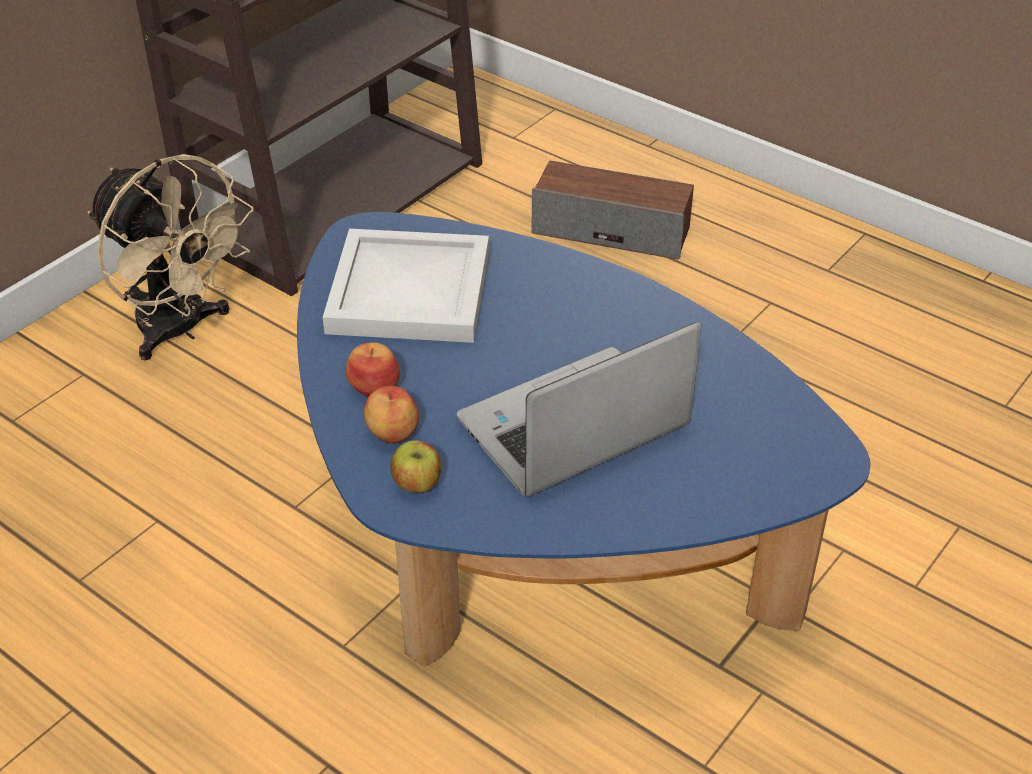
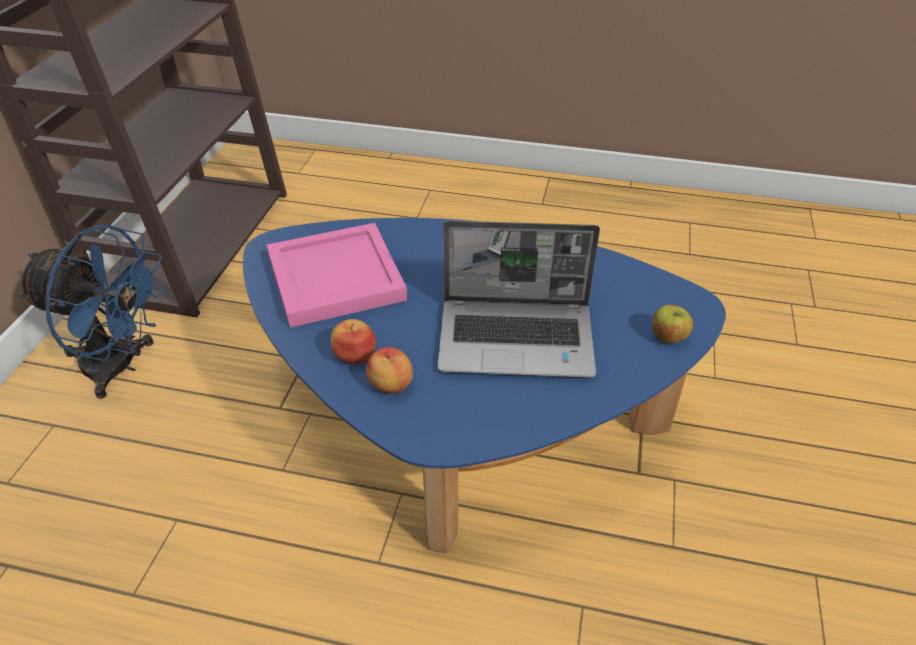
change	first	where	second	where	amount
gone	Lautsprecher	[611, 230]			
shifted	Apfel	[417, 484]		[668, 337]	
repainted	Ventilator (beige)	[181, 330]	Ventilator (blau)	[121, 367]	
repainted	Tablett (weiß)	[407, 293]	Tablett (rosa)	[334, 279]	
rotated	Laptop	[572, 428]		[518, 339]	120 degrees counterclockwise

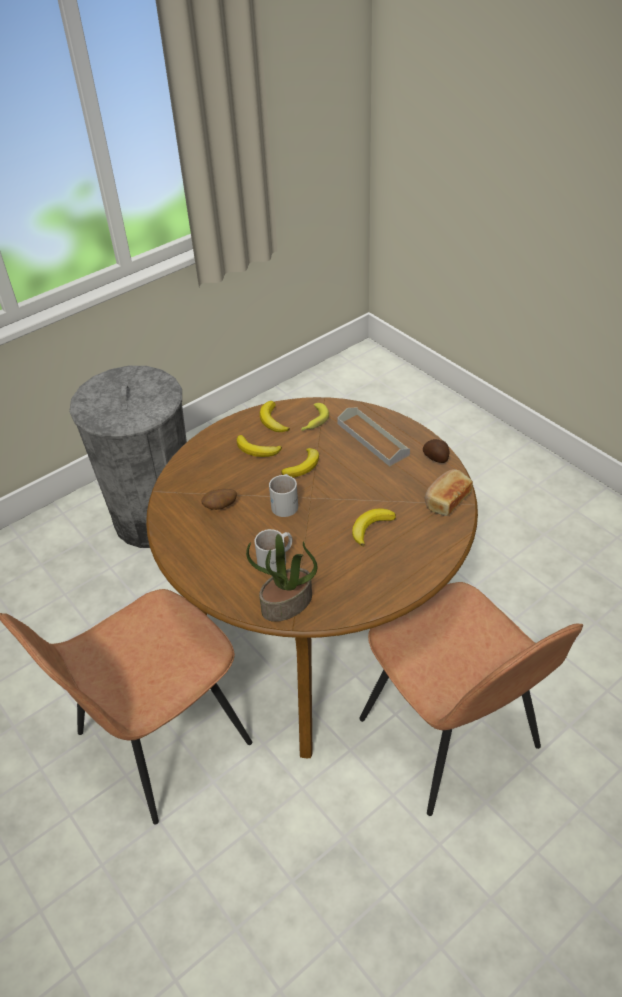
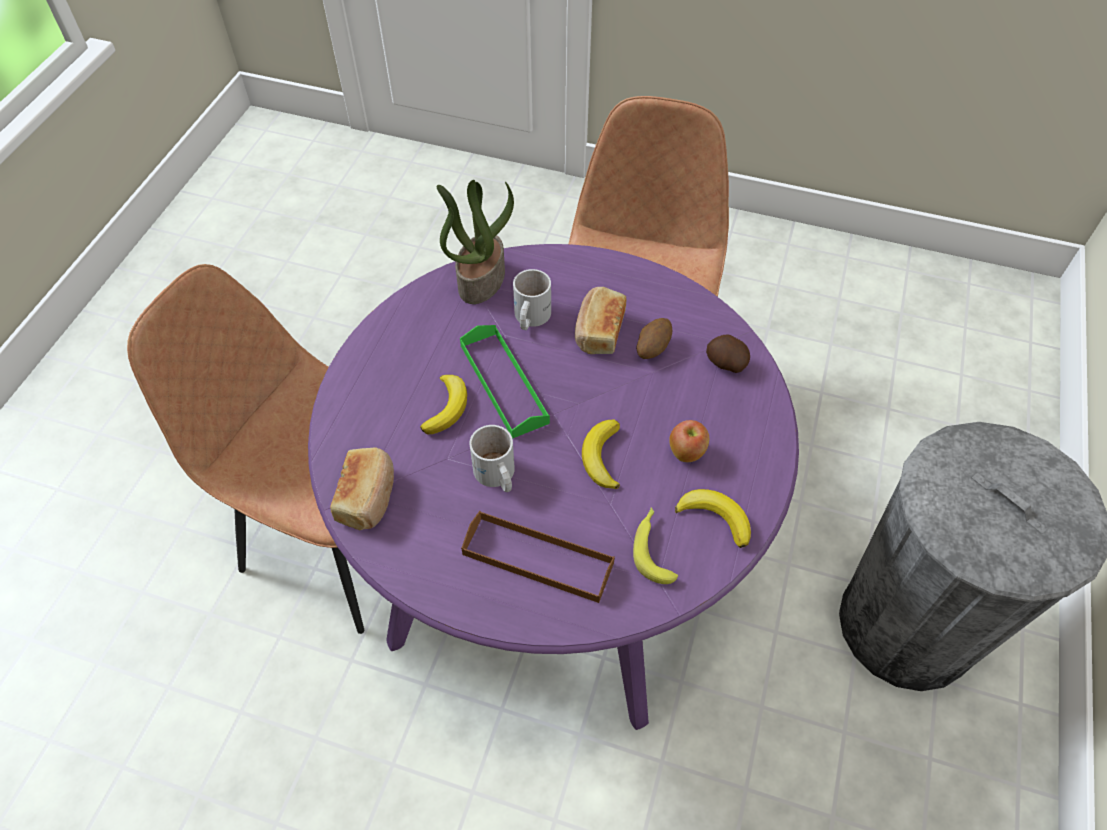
change	first	where	second	where	amount
new			Tablett (grün)	[503, 383]	
new			Brot	[598, 331]	
shifted	Henkelbecher (weiß)	[286, 503]		[495, 476]	
shifted	Kartoffel	[436, 458]		[725, 363]	
swapped	Banane	[257, 450]	Apfel	[687, 452]	
repainted	Esstisch (braun)	[318, 637]	Esstisch (lila)	[553, 568]	
repainted	Tablett (grau)	[372, 439]	Tablett (braun)	[538, 559]	

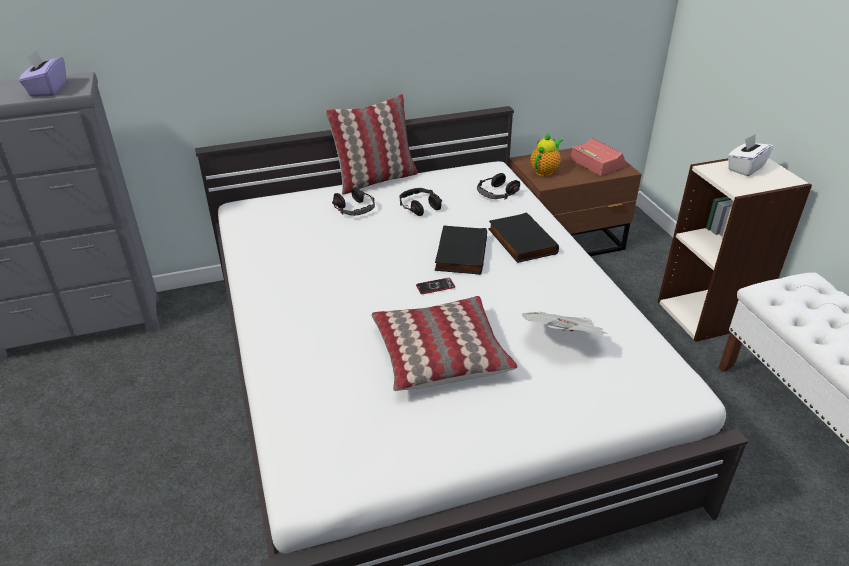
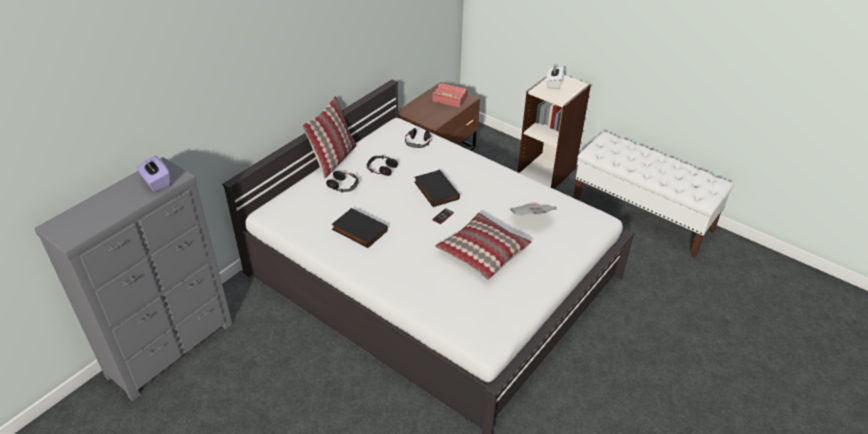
change	first	where	second	where	amount
gone	Teekanne	[545, 171]			
shifted	Buch (schwarz)	[520, 241]		[358, 230]	

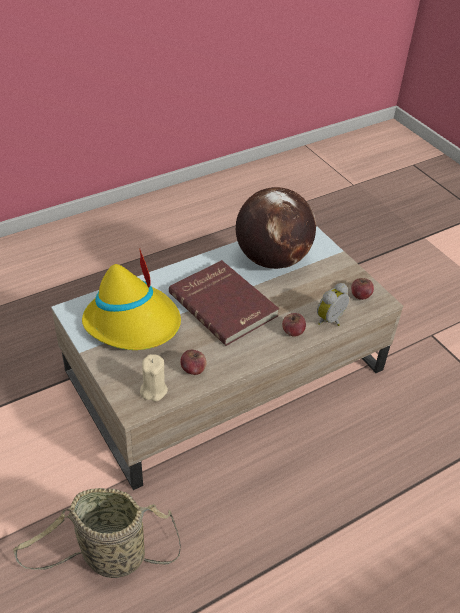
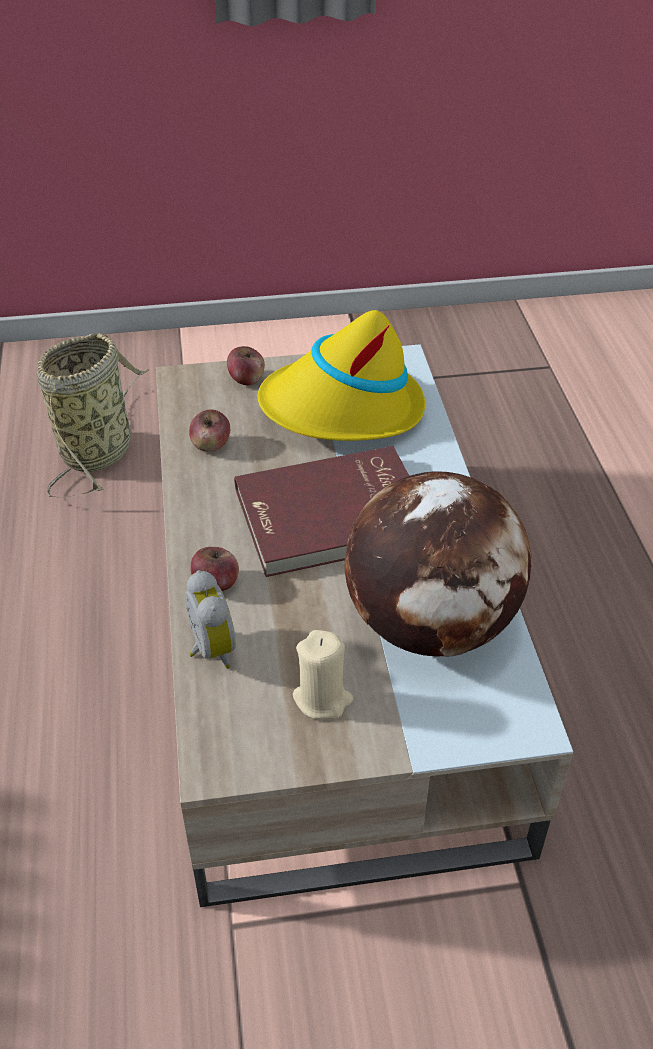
change	first	where	second	where	amount
shifted	Kerze (beige)	[153, 390]		[322, 699]	
shifted	Apfel	[360, 295]		[246, 379]	

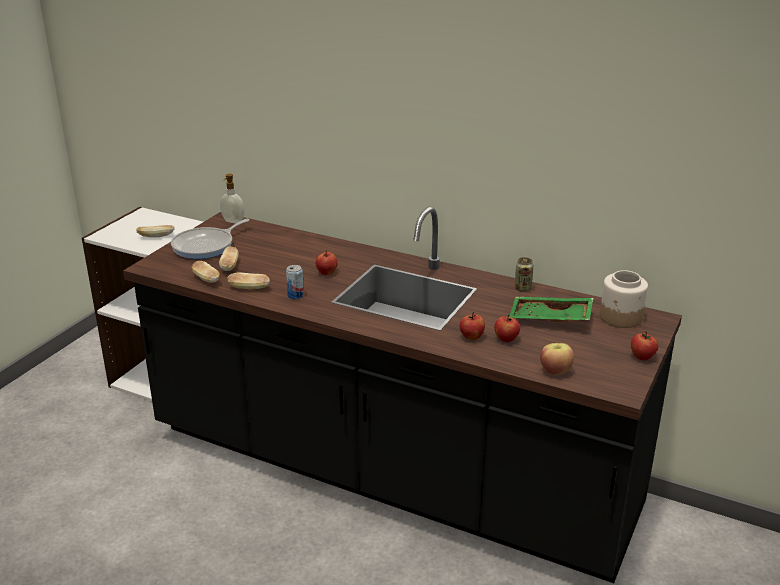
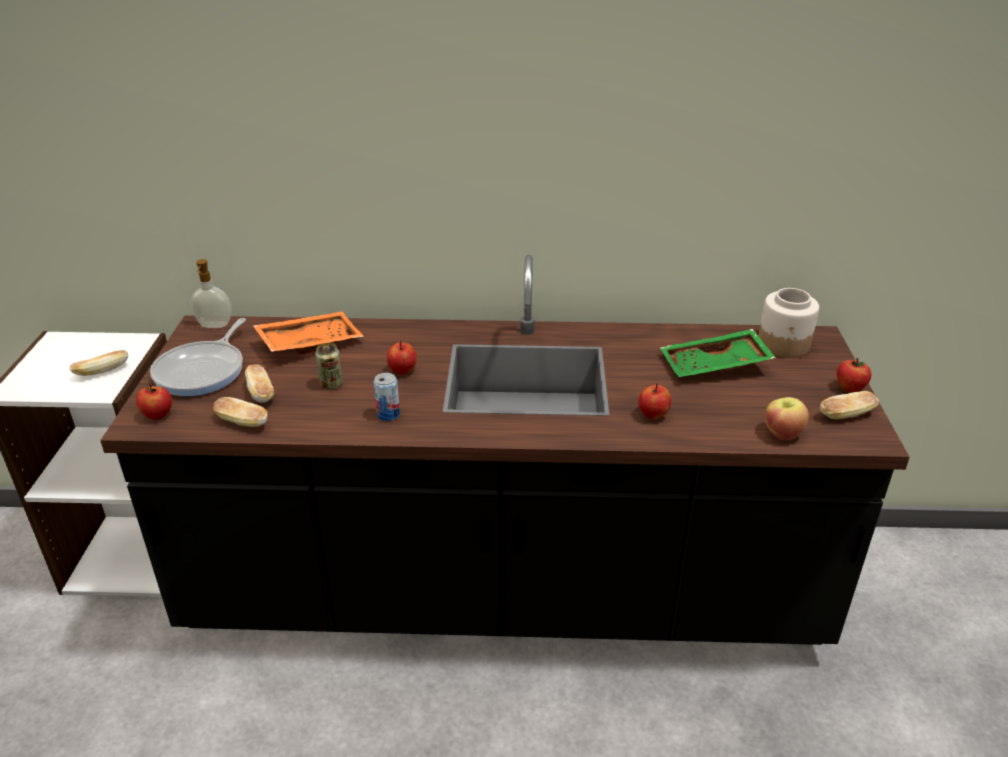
change	first	where	second	where	amount
new			Tablett (orange)	[309, 342]	
shifted	Brot	[249, 288]		[846, 415]	
shifted	Apfel	[506, 339]		[158, 415]	
shifted	Dose	[522, 288]		[331, 384]	

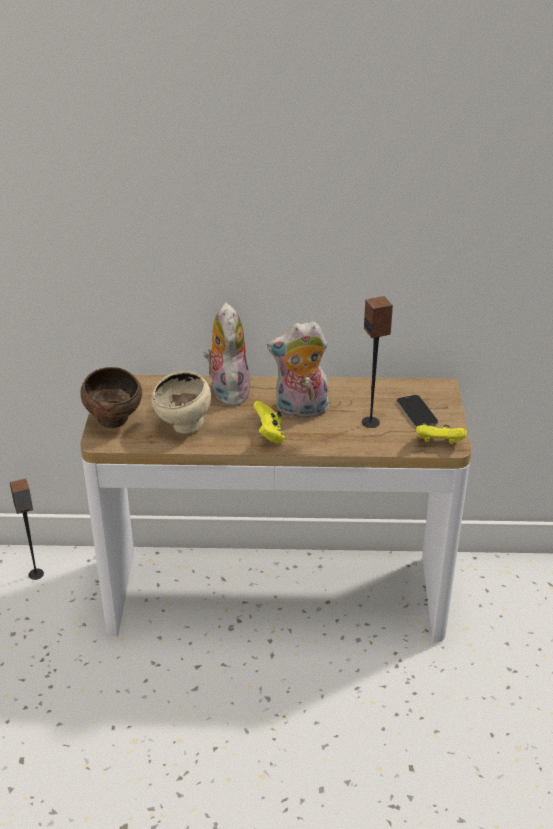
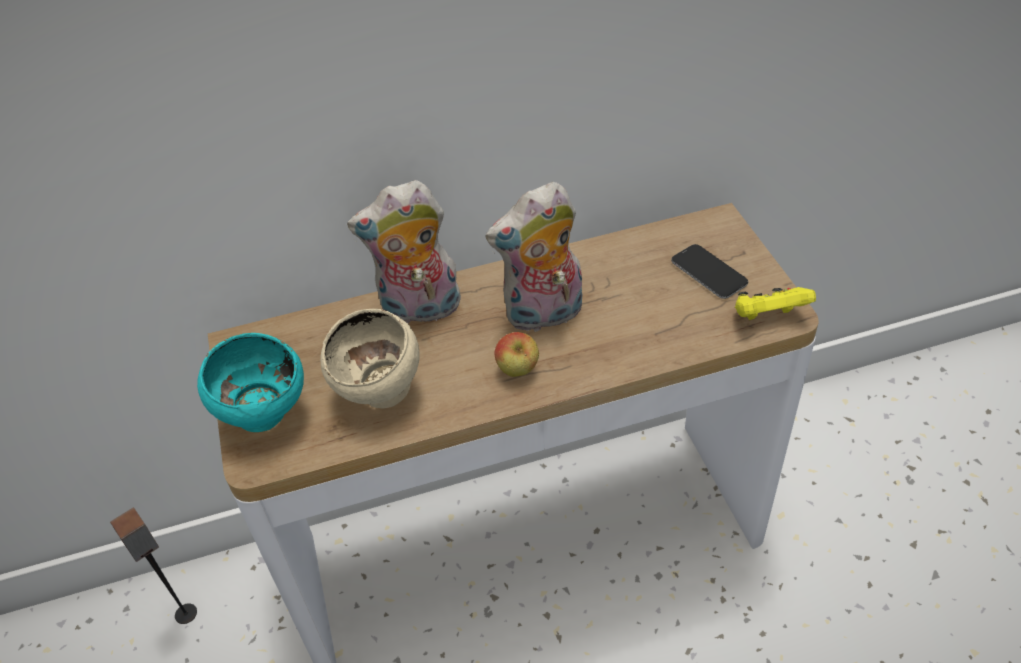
change	first	where	second	where	amount
gone	Lautsprecher	[371, 422]			
swapped	Gamepad (gelb)	[269, 434]	Apfel	[518, 371]	
repainted	Schüssel (braun)	[115, 421]	Schüssel (türkis)	[267, 416]	
rotated	Plüschtier	[227, 391]		[419, 310]	75 degrees counterclockwise

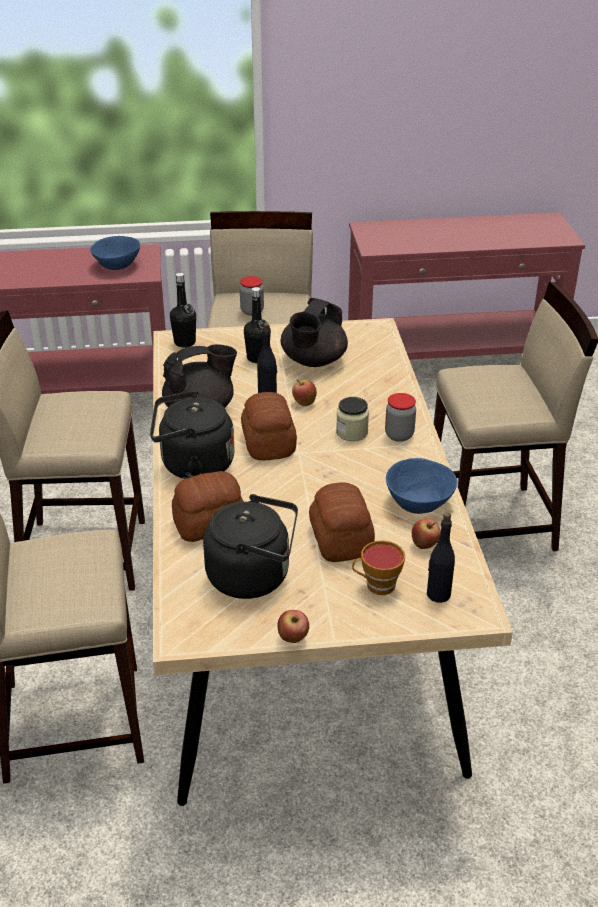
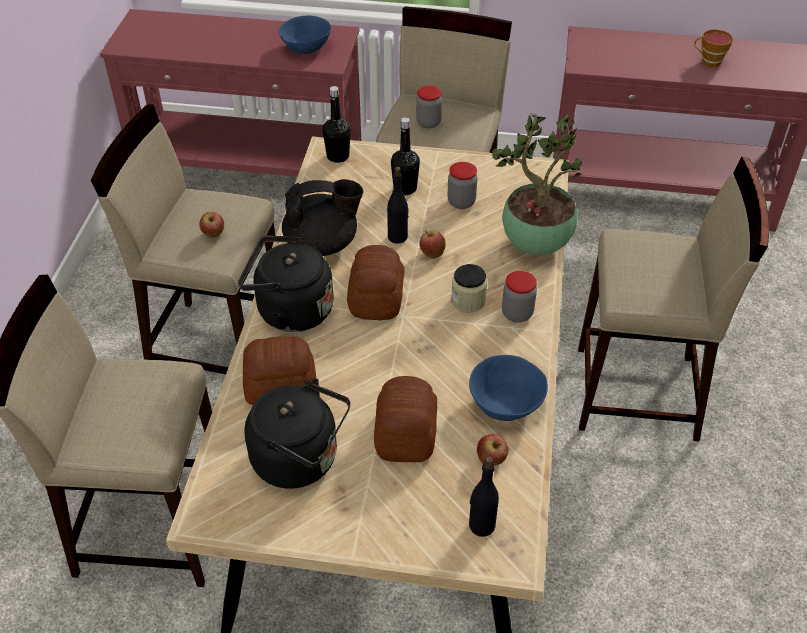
change	first	where	second	where	amount
new			Topfpflanze	[534, 246]	
shifted	Apfel	[293, 638]		[213, 234]	
shifted	Tasse	[377, 586]		[708, 62]	
swapped	Teekanne (schwarz)	[313, 361]	Vorratsglas	[461, 202]	

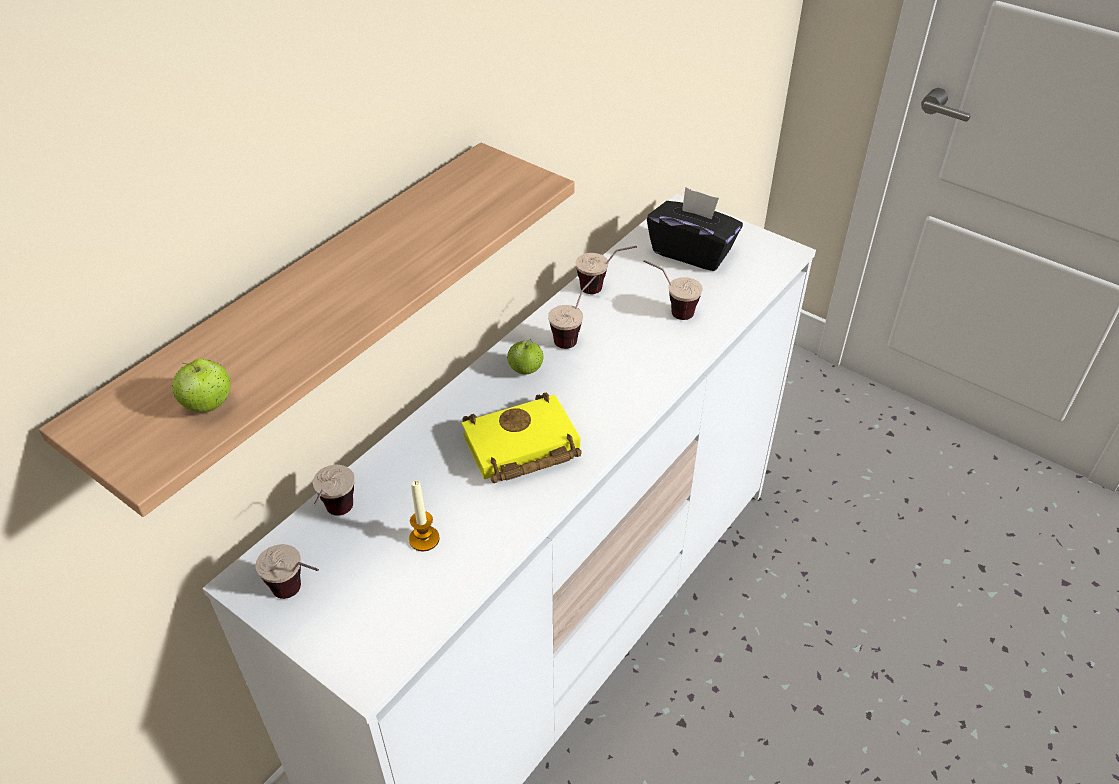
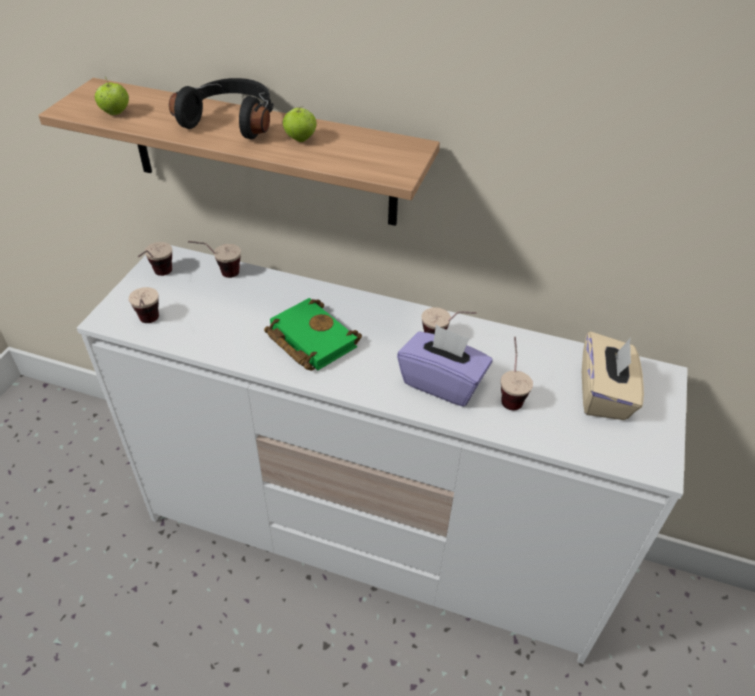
change	first	where	second	where	amount
gone	Kerze	[424, 539]			
new			Kopfhörer (schwarz)	[232, 120]	
new			Taschentuchbox (lila)	[442, 382]	
shifted	Apfel	[525, 370]		[300, 139]	
shifted	Tasse	[604, 288]		[149, 325]	
repainted	Buch (gelb)	[520, 448]	Buch (grün)	[309, 339]	
repainted	Taschentuchbox (schwarz)	[692, 251]	Taschentuchbox (beige)	[604, 394]	

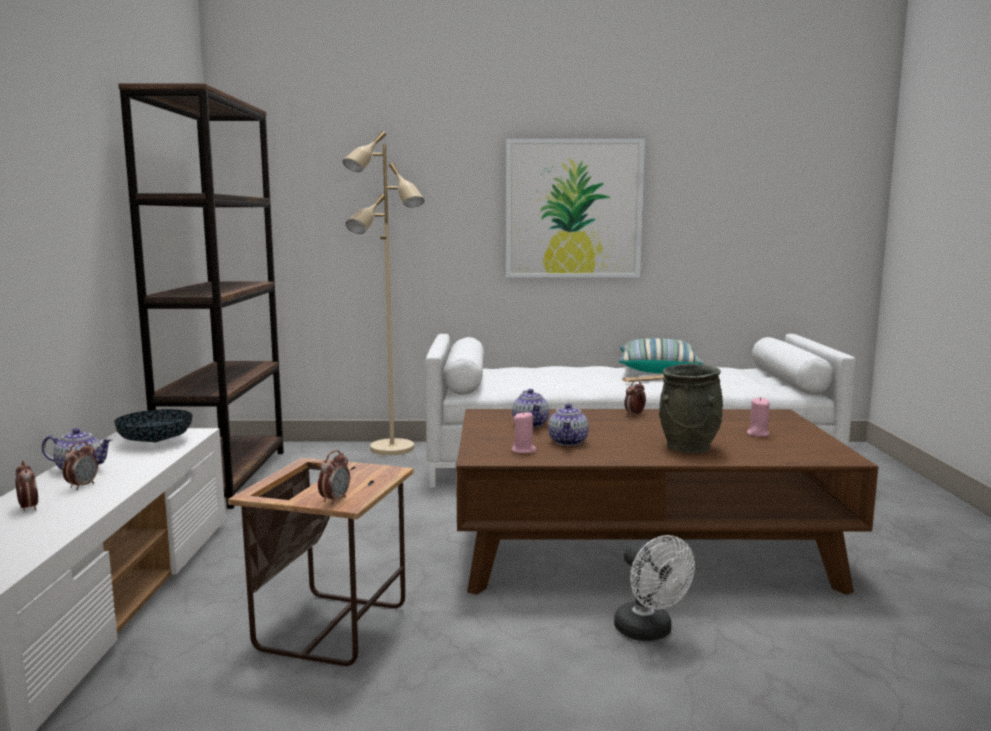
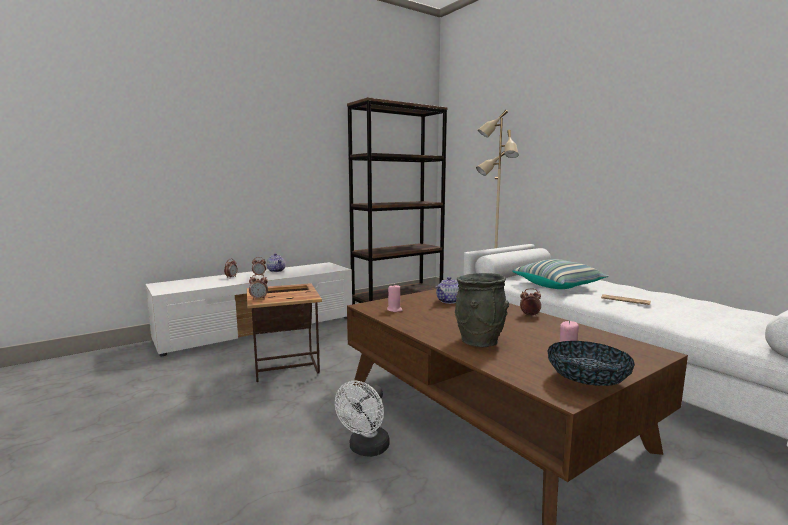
change	first	where	second	where	amount
gone	Bild	[573, 209]			
gone	Teekanne	[568, 442]			
shifted	Schüssel	[155, 442]		[587, 381]	
shifted	Kissen	[657, 370]		[558, 285]	

